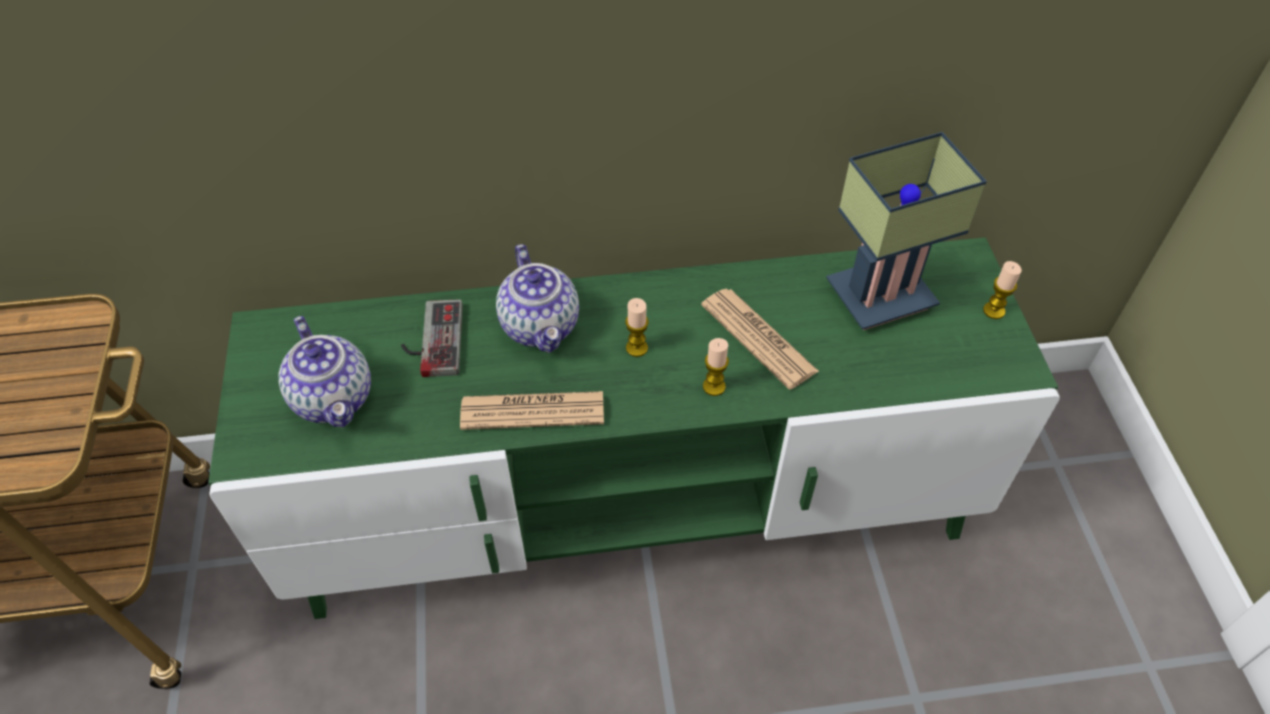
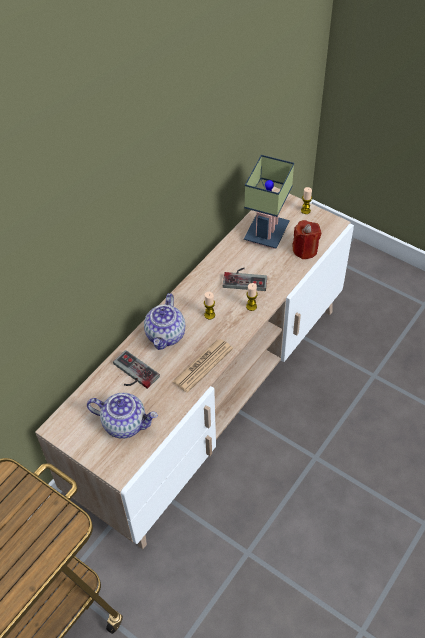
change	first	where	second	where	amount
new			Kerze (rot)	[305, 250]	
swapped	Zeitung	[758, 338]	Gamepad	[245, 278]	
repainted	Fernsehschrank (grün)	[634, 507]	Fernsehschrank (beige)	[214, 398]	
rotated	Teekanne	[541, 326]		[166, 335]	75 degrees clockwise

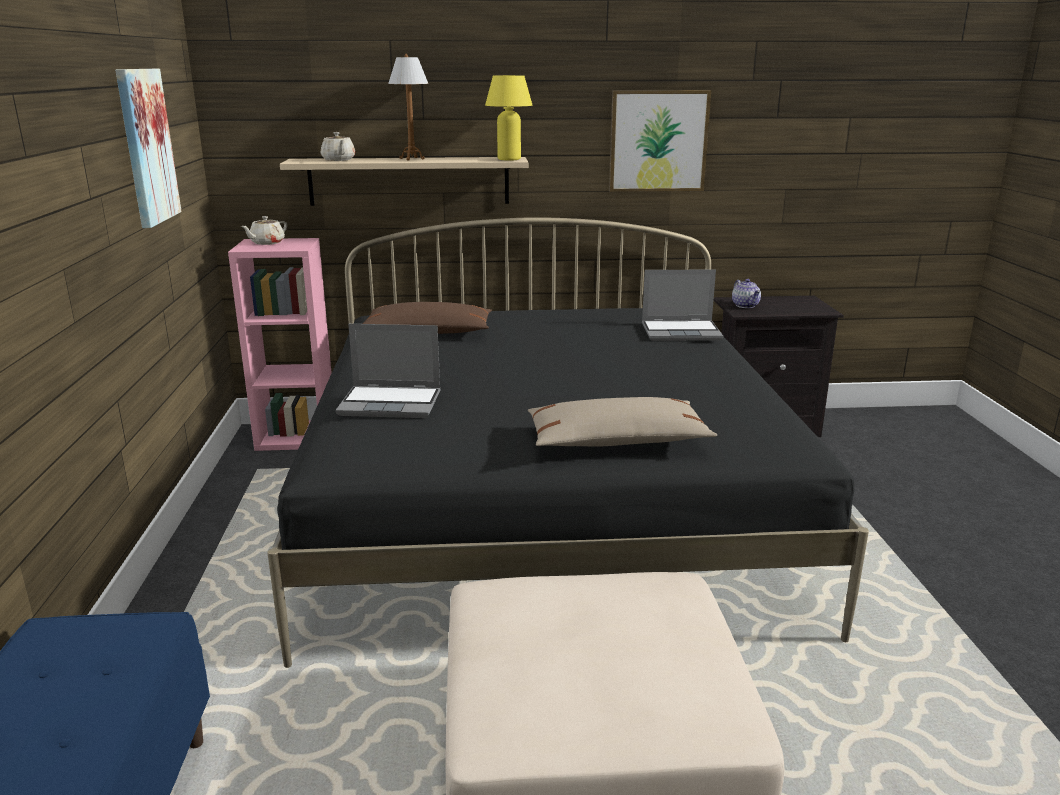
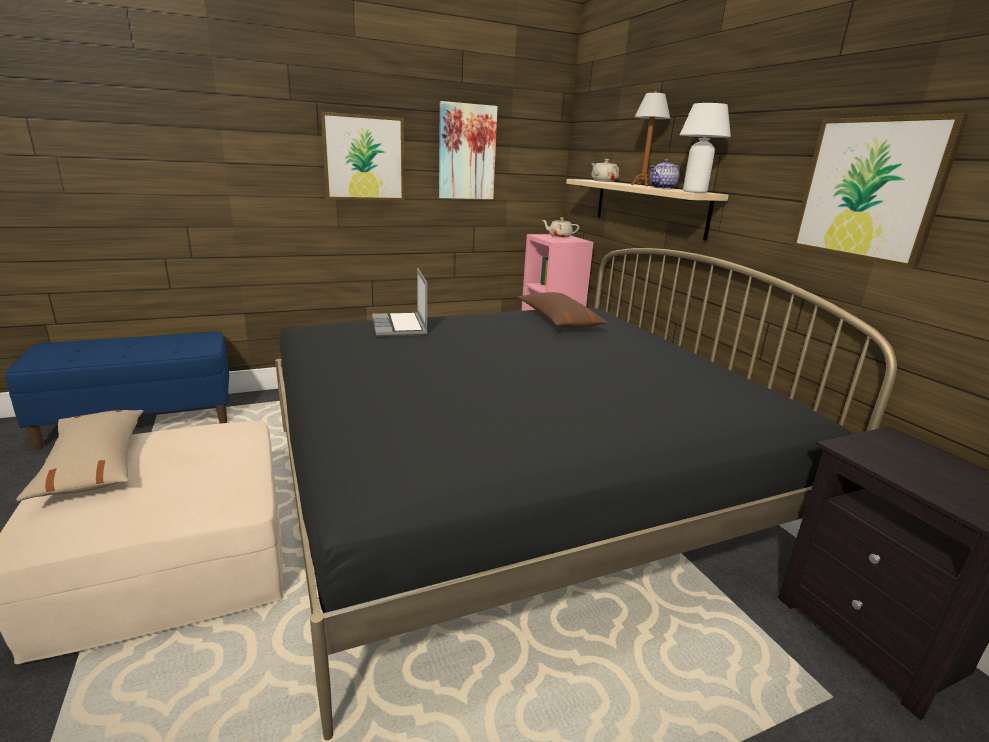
change	first	where	second	where	amount
gone	Laptop	[682, 332]			
new			Bild	[364, 158]	
shifted	Kissen (beige)	[617, 441]		[94, 464]	
shifted	Teekanne	[745, 305]		[662, 188]	
repainted	Tischlampe (gelb)	[509, 159]	Tischlampe (weiß)	[694, 192]	

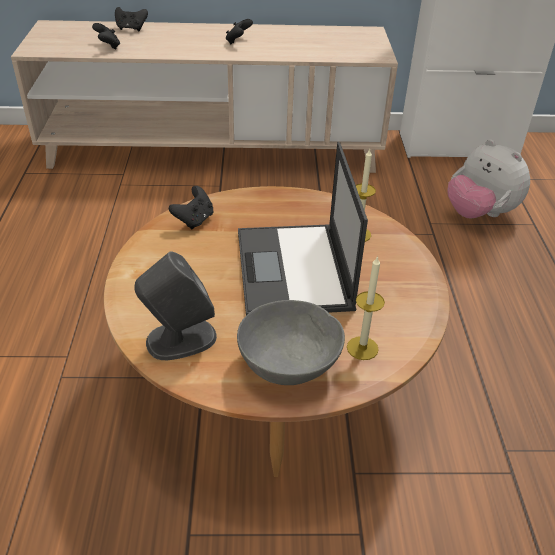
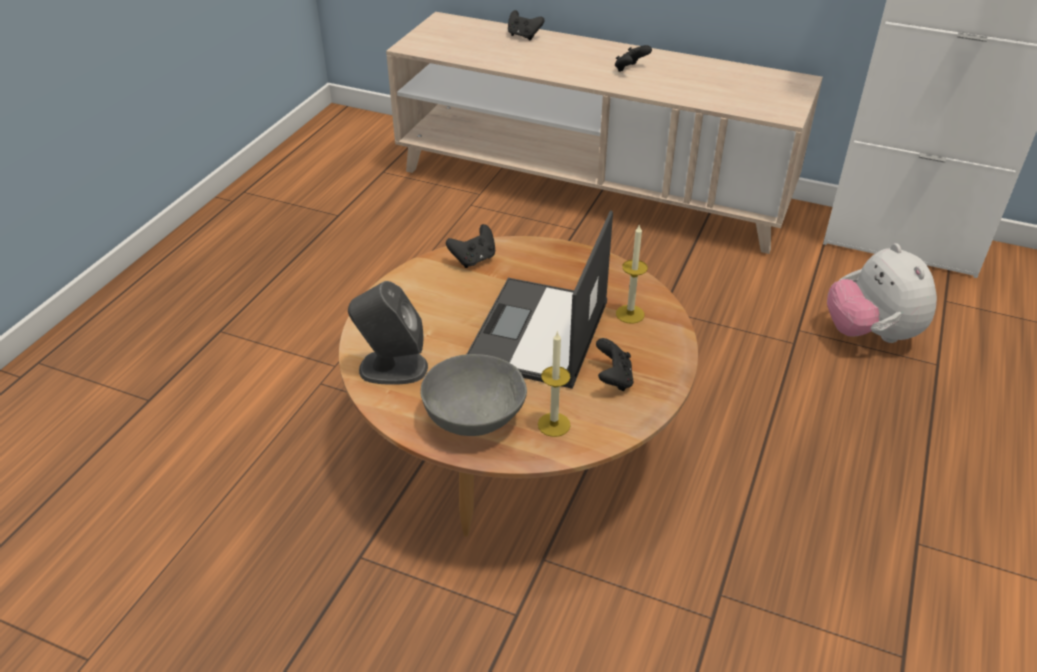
change	first	where	second	where	amount
shifted	Gamepad (schwarz)	[108, 46]		[613, 379]	

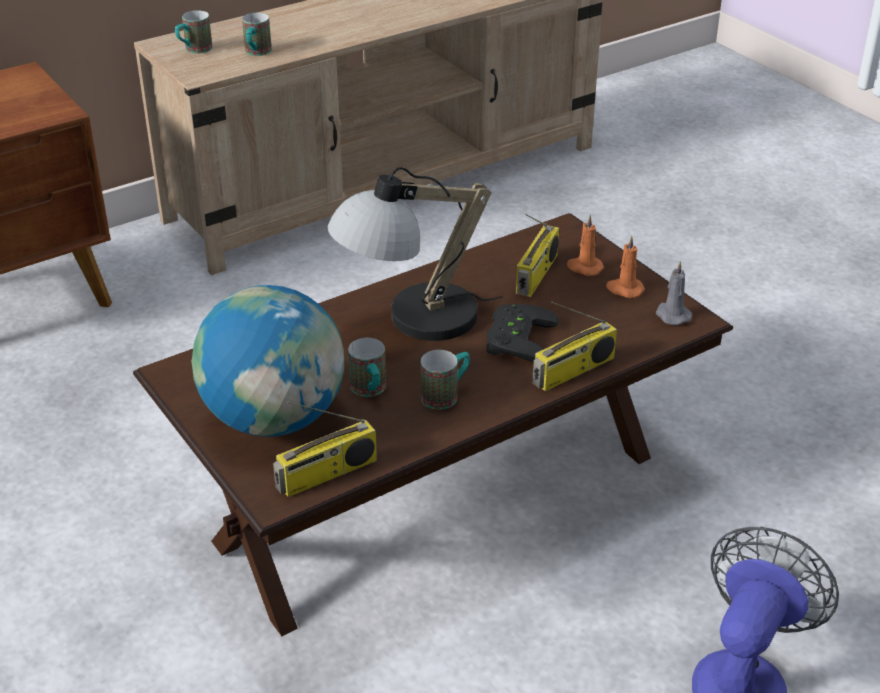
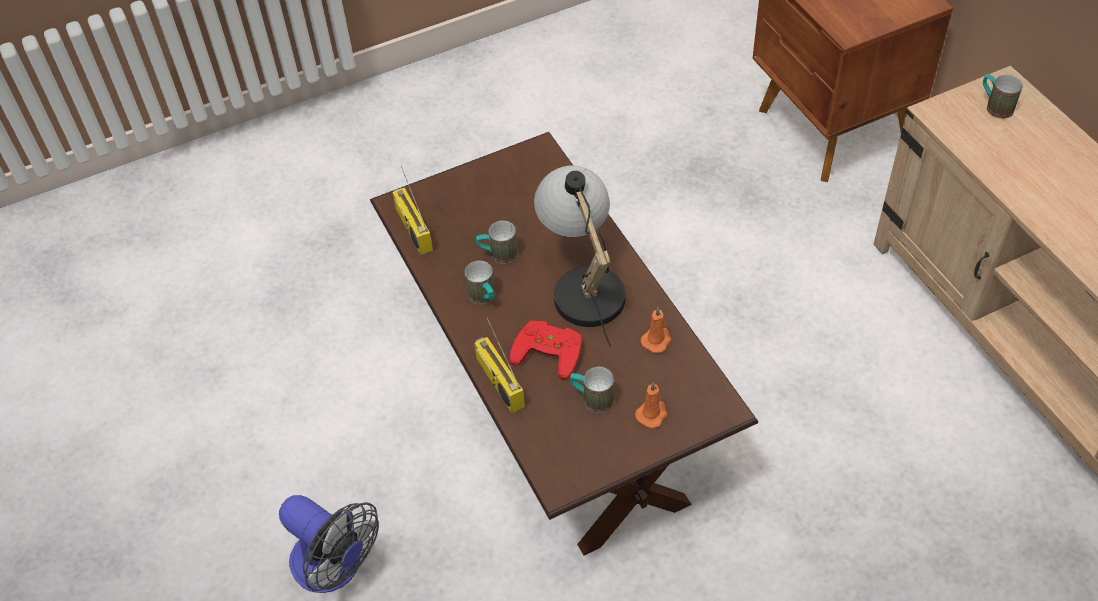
change	first	where	second	where	amount
gone	Globus	[274, 418]			
gone	Radio	[537, 275]			
gone	Kerze (grau)	[672, 315]			
shifted	Henkelbecher	[256, 53]		[592, 399]	
shifted	Kerze (orange)	[624, 289]		[657, 340]	
repainted	Gamepad (schwarz)	[515, 338]	Gamepad (rot)	[550, 349]	

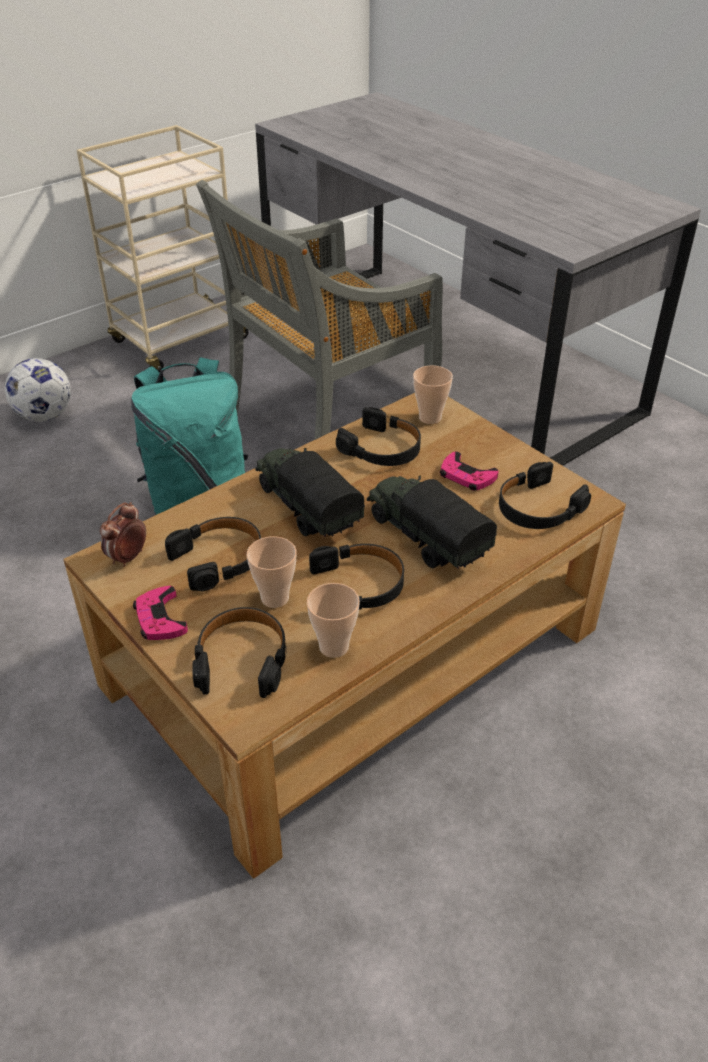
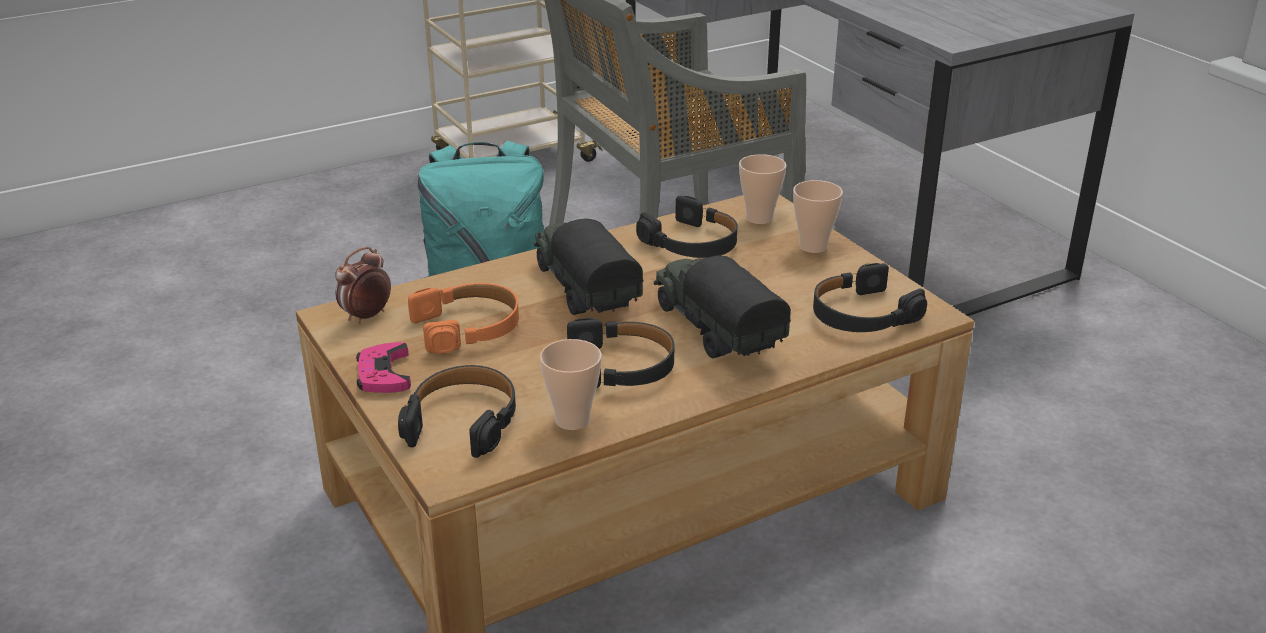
change	first	where	second	where	amount
gone	Fußball	[45, 416]			
gone	Gamepad (rosa)	[466, 476]			
shifted	Tasse	[275, 598]		[813, 247]	
repainted	Kopfhörer (schwarz)	[219, 559]	Kopfhörer (orange)	[468, 327]	

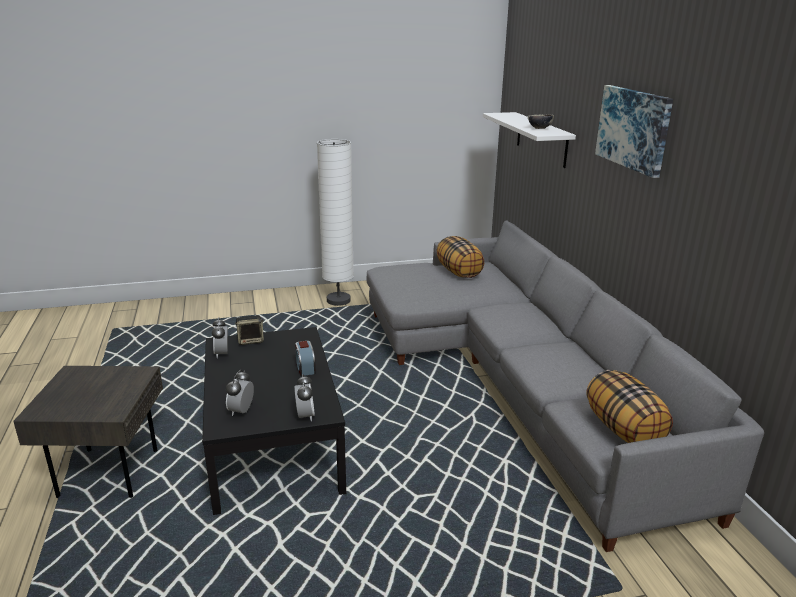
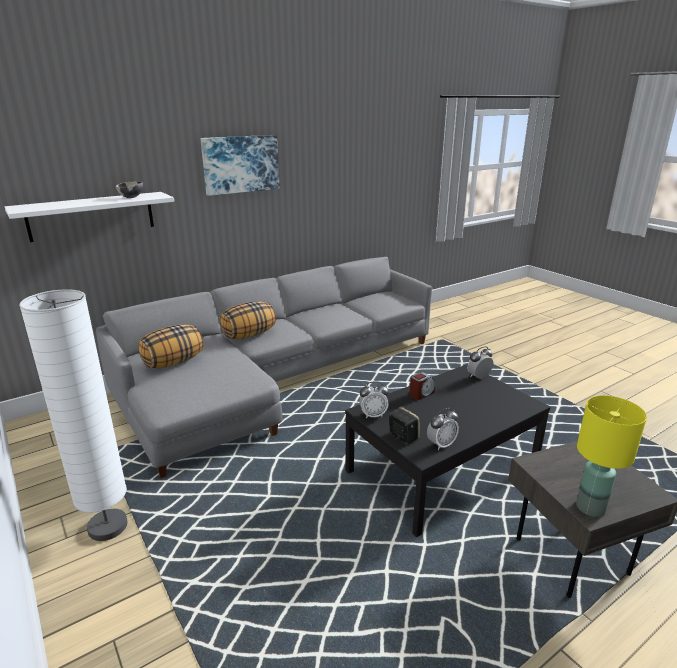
change	first	where	second	where	amount
new			Tischlampe (gelb)	[591, 508]	
shifted	Wecker	[241, 411]		[373, 415]	
shifted	Kissen	[624, 430]		[249, 335]	

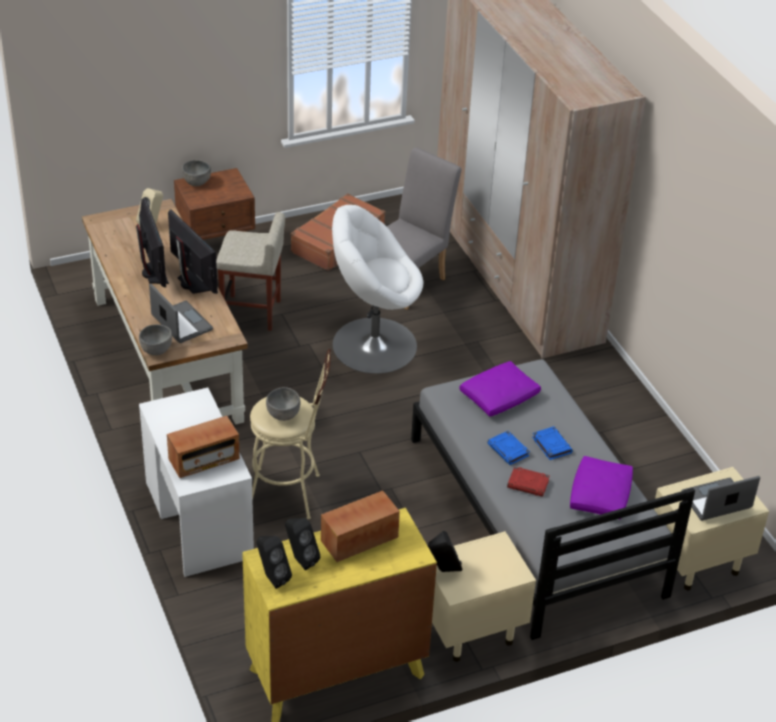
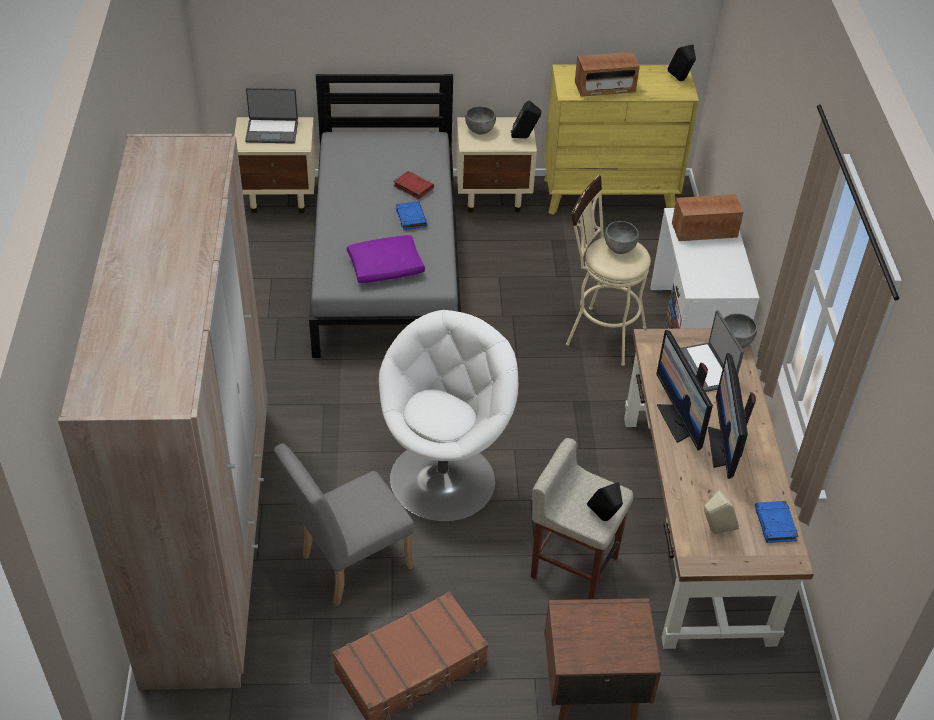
change	first	where	second	where	amount
gone	Kissen (lila)	[600, 496]			
shifted	Schüssel (grau)	[196, 183]		[480, 130]	
shifted	Lautsprecher (schwarz)	[300, 559]		[604, 519]	
shifted	Buch (blau)	[551, 445]		[775, 524]	
rotated	Sessel (weiß)	[373, 344]		[444, 478]	75 degrees counterclockwise

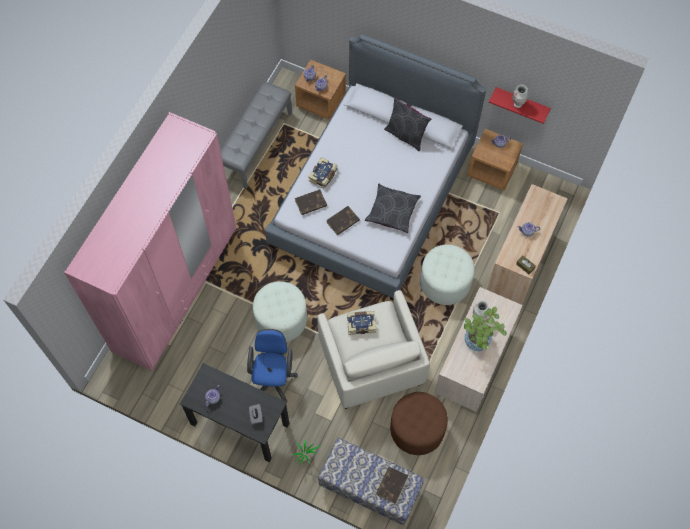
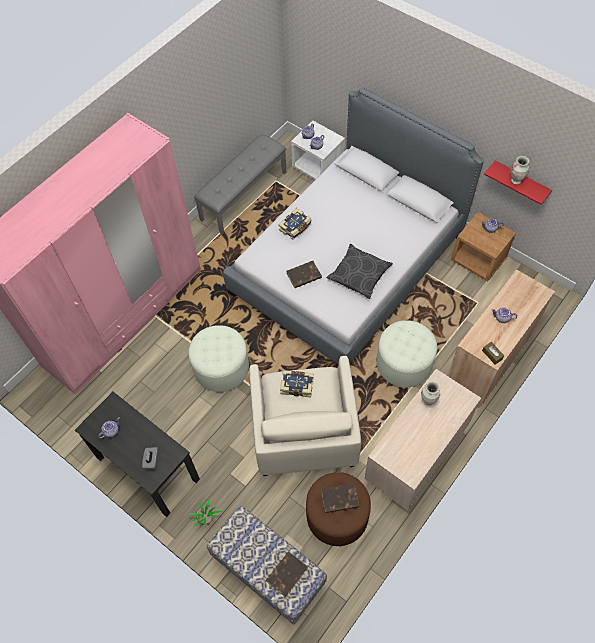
change	first	where	second	where	amount
gone	Bürostuhl (blau)	[273, 378]			
gone	Kissen (grau)	[406, 135]			
gone	Topfpflanze	[478, 343]			
shifted	Buch (braun)	[310, 203]		[339, 499]	
repainted	Nachttisch (braun)	[321, 102]	Nachttisch (weiß)	[318, 167]	

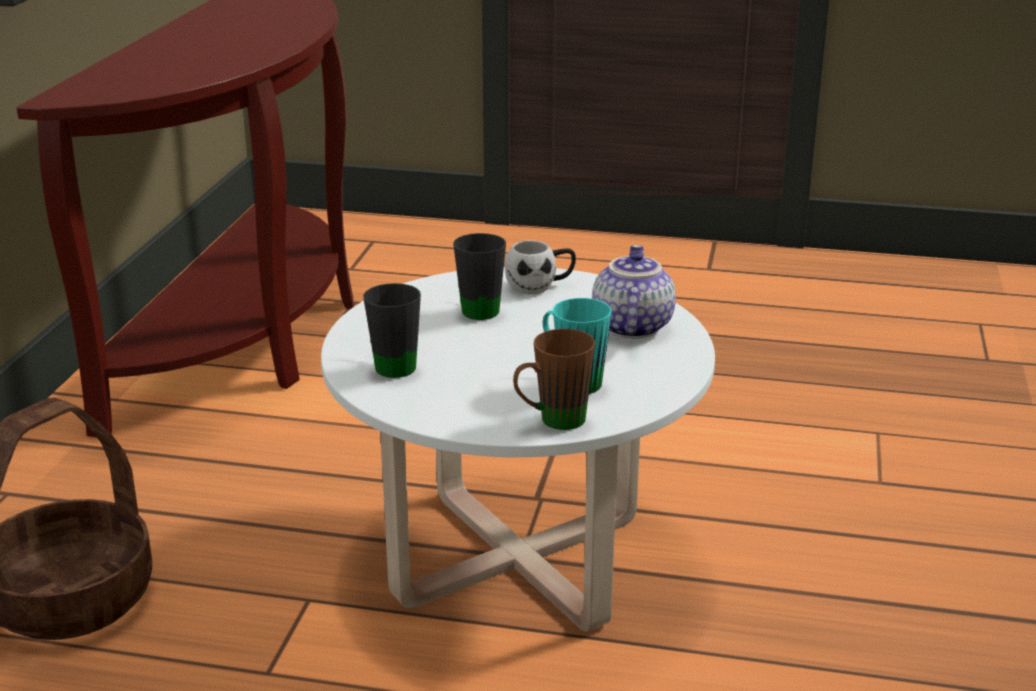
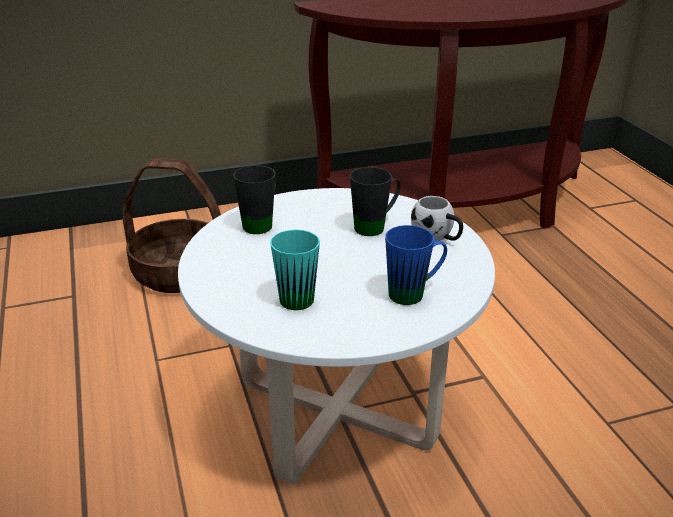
change	first	where	second	where	amount
gone	Henkelbecher (braun)	[552, 421]			
swapped	Teekanne	[630, 326]	Henkelbecher (blau)	[414, 293]	

